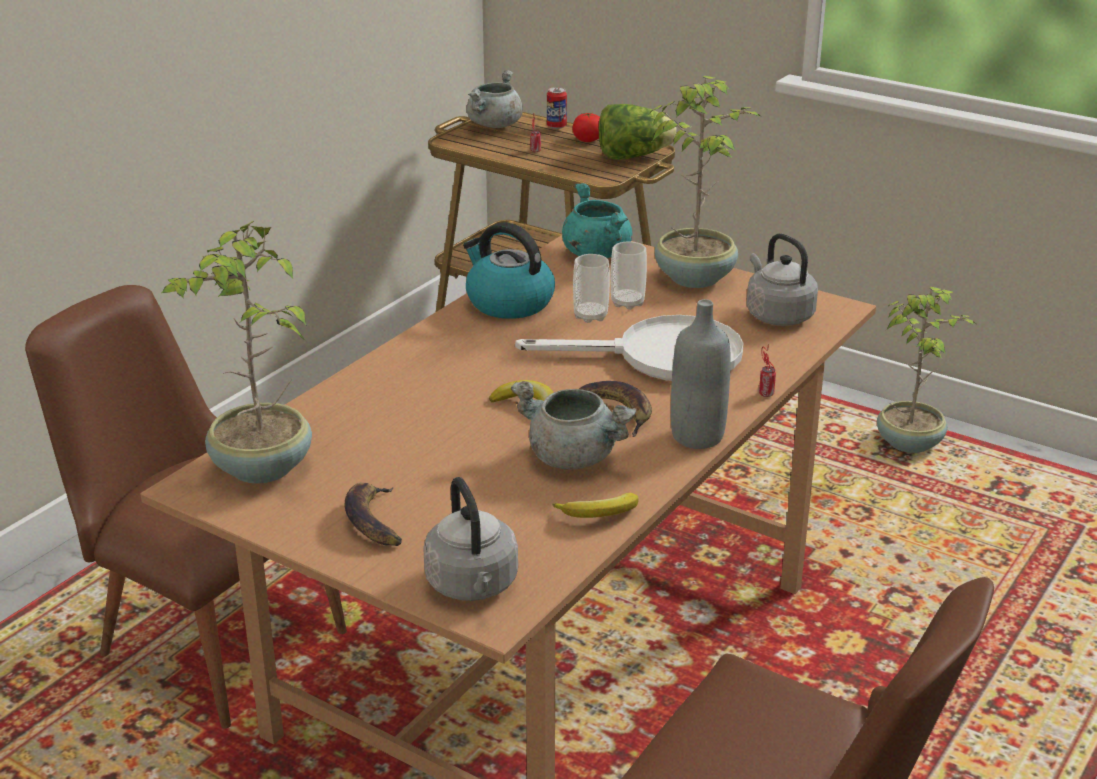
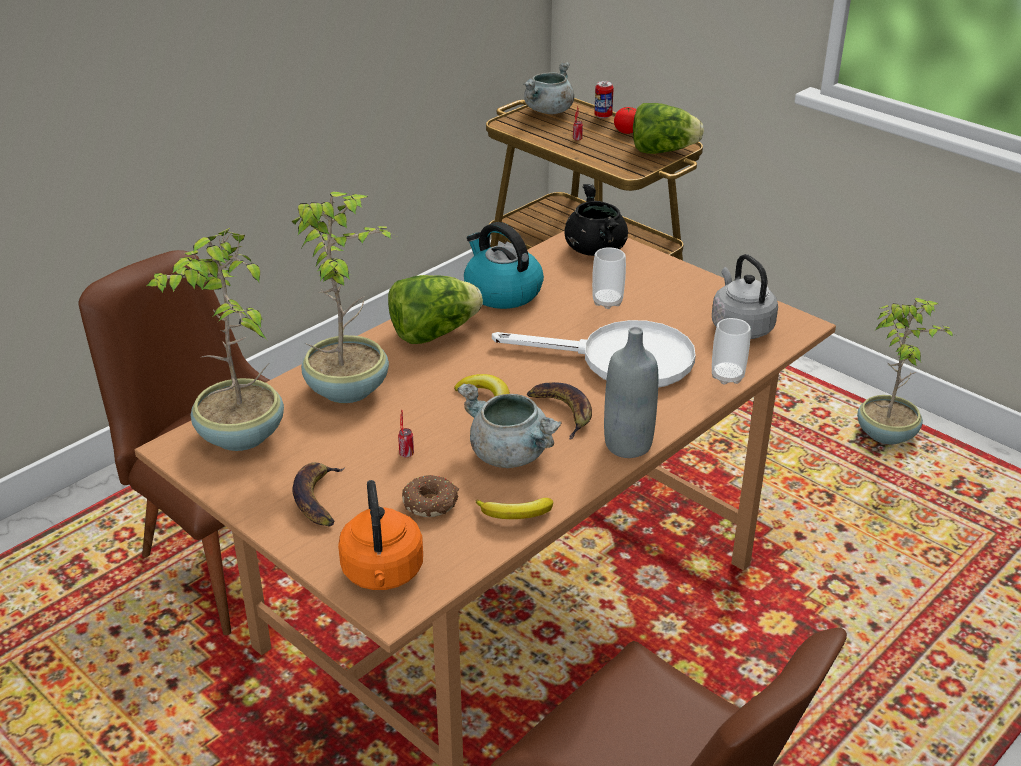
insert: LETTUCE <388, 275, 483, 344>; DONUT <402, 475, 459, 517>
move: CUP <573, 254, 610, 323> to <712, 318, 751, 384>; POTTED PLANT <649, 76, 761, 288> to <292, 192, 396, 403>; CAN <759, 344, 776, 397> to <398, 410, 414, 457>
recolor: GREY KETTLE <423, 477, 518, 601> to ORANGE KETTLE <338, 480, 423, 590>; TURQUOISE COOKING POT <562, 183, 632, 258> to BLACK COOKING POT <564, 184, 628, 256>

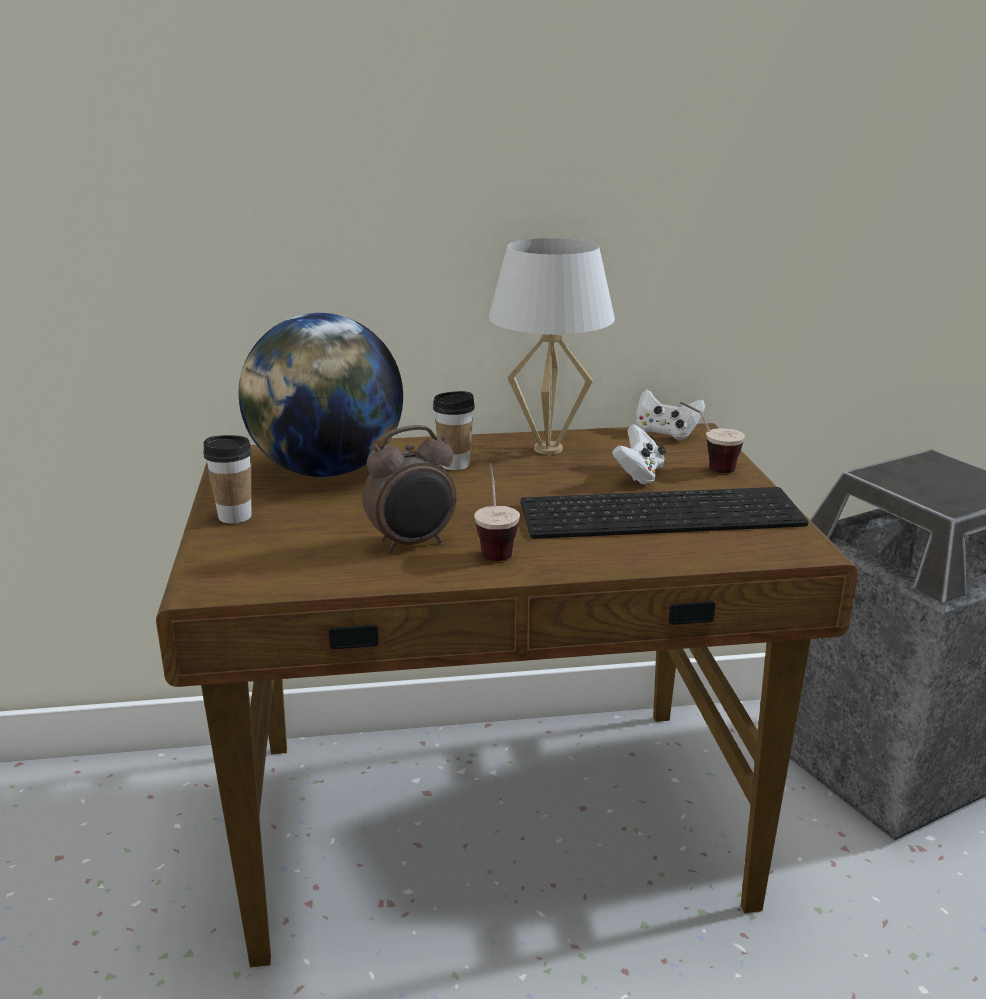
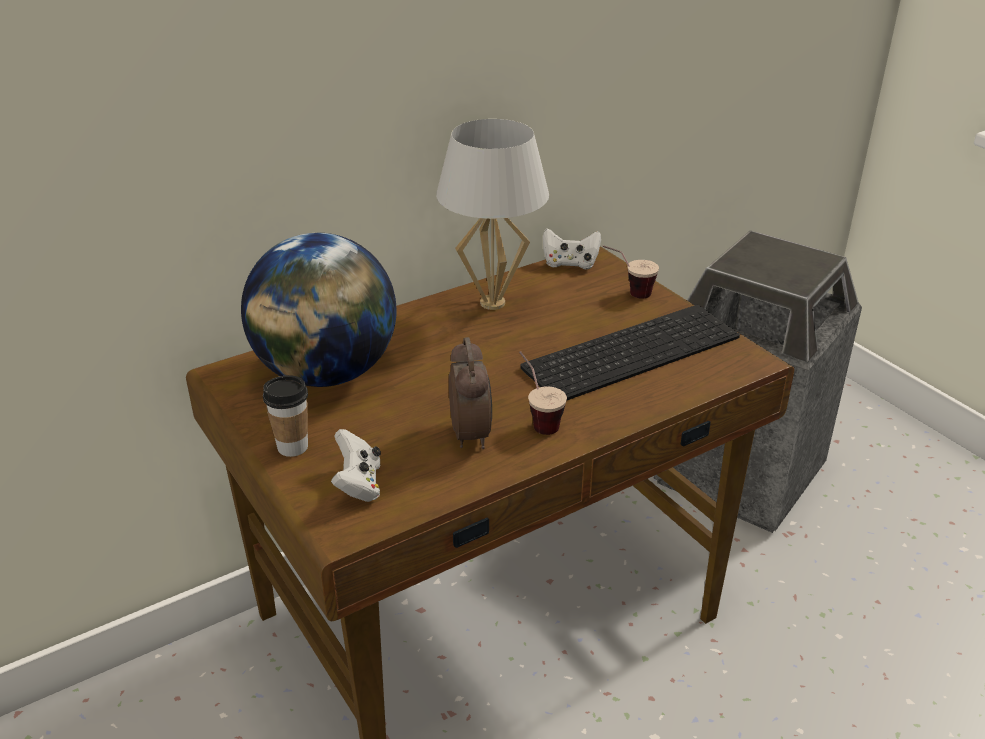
delete: CUP <433, 391, 475, 470>
move: WHITE GAME CONTROLLER <612, 424, 666, 485> to <331, 429, 381, 502>
rotate: ALARM CLOCK <362, 425, 457, 553> = <449, 337, 492, 449> 45 degrees counterclockwise

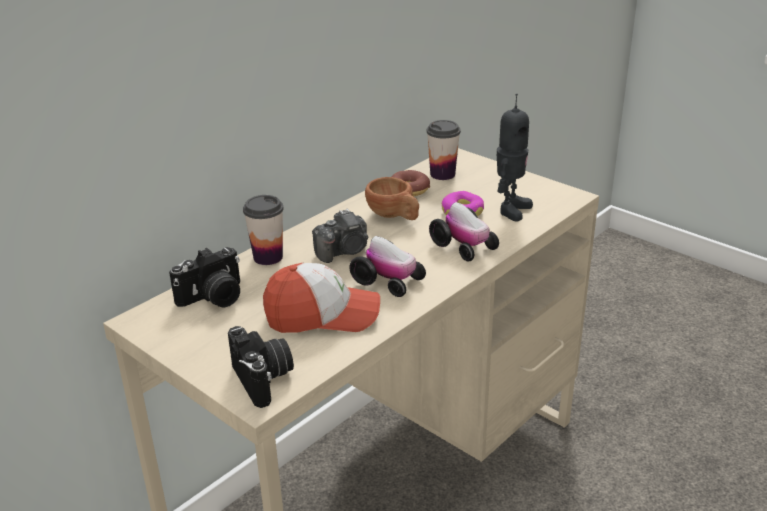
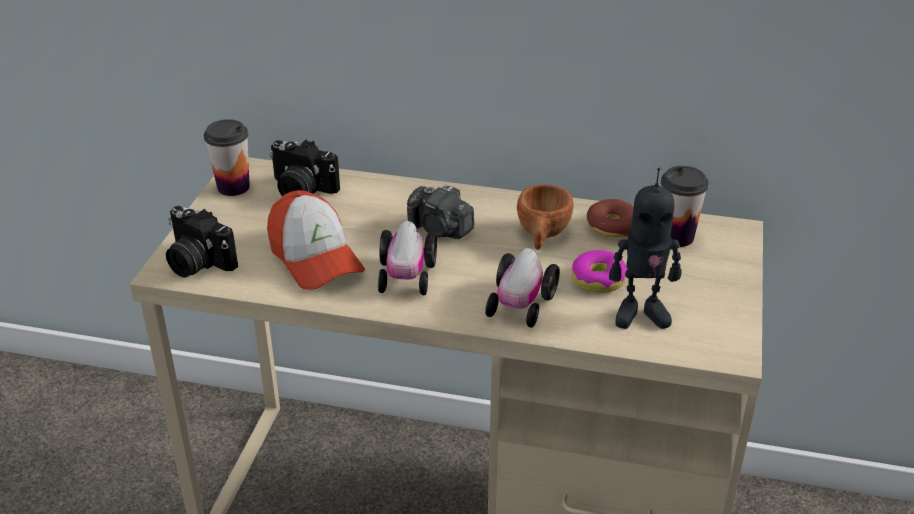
move: CUP <243, 195, 284, 265> to <204, 119, 250, 196>
rotate: PHOTO CAMERA <228, 326, 294, 408> = <166, 206, 238, 278> 90 degrees clockwise

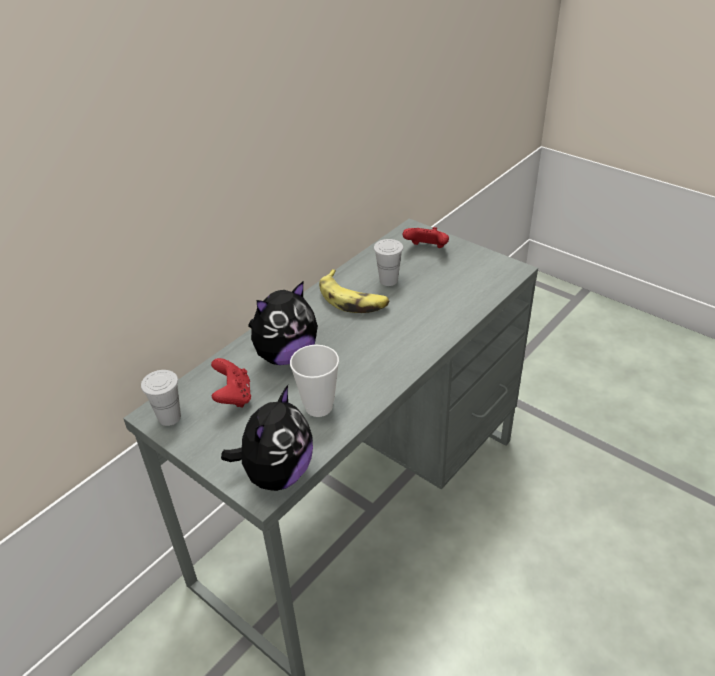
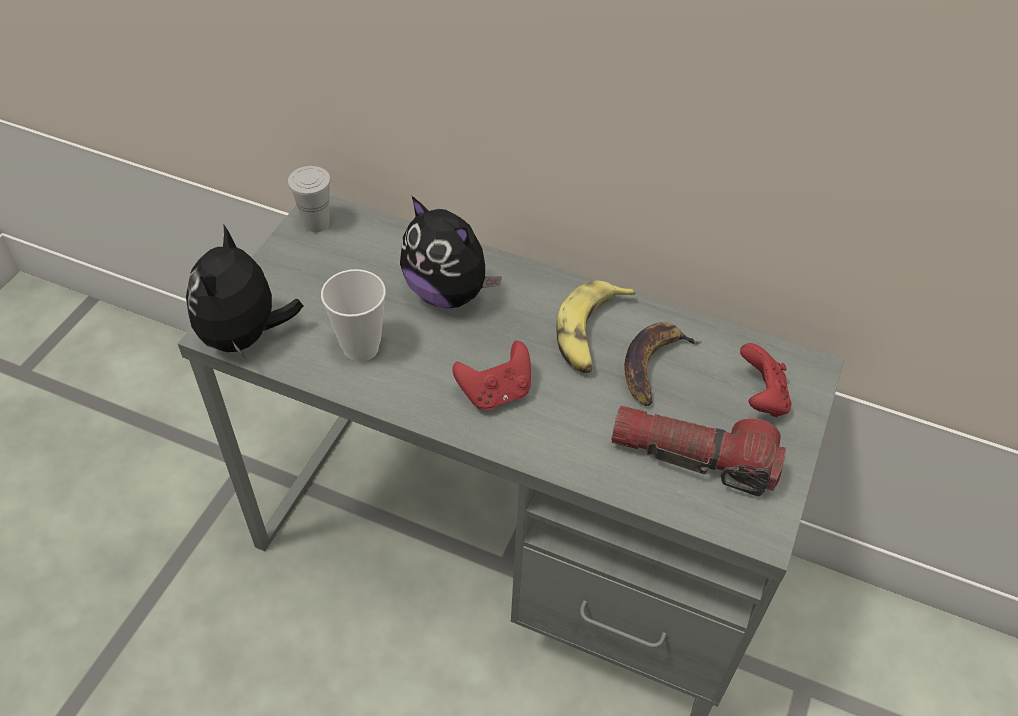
insert: FLASHLIGHT <611, 406, 786, 496>
move: RED GAME CONTROLLER <211, 358, 251, 408> to <452, 341, 531, 410>
replace: WHITE CUP <374, 239, 403, 286> to BANANA <624, 322, 701, 406>
rotate: PLUSH TOY <221, 385, 313, 491> = <186, 224, 304, 359> 90 degrees clockwise

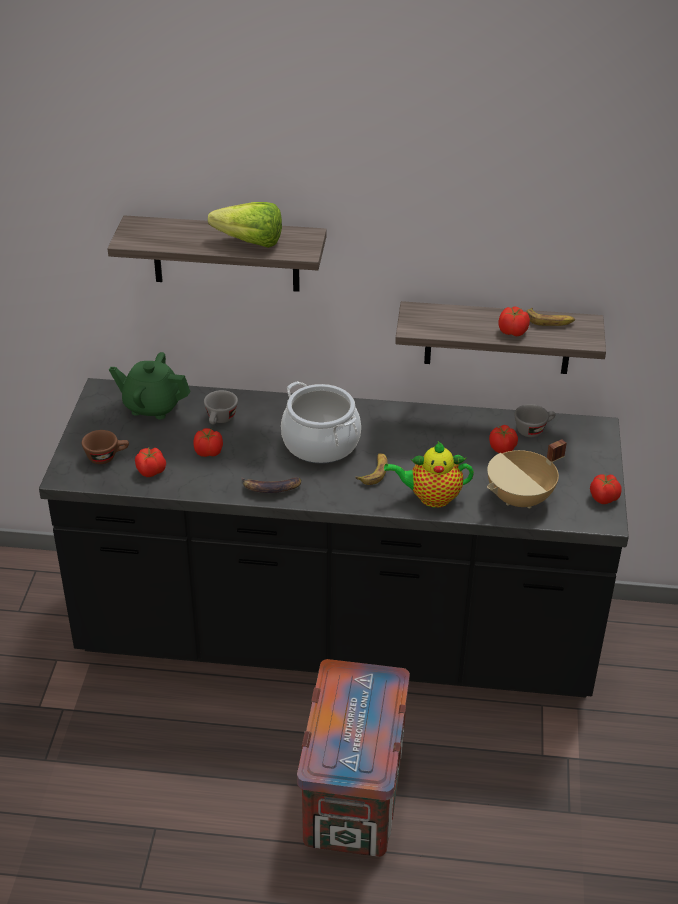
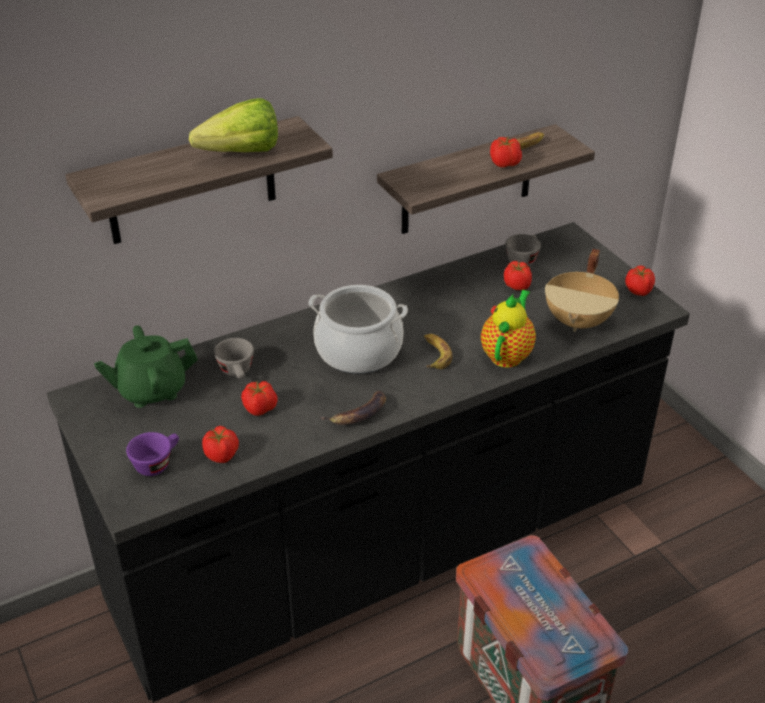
recolor: BROWN CUP <82, 430, 129, 464> to PURPLE CUP <126, 432, 179, 476>
rotate: TEAPOT <384, 442, 474, 508> = <481, 290, 536, 368> 150 degrees clockwise

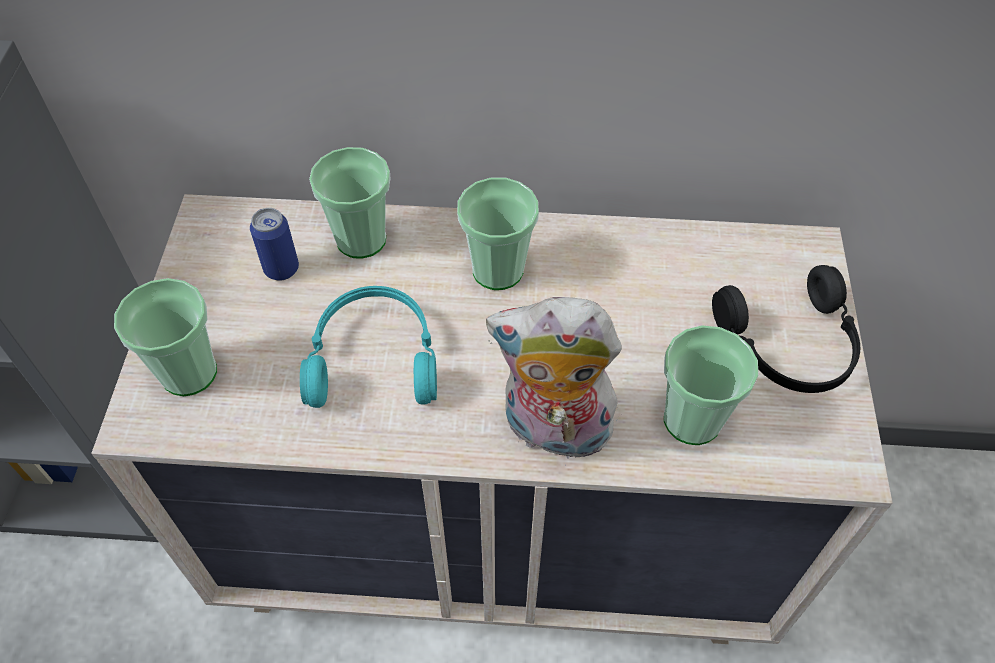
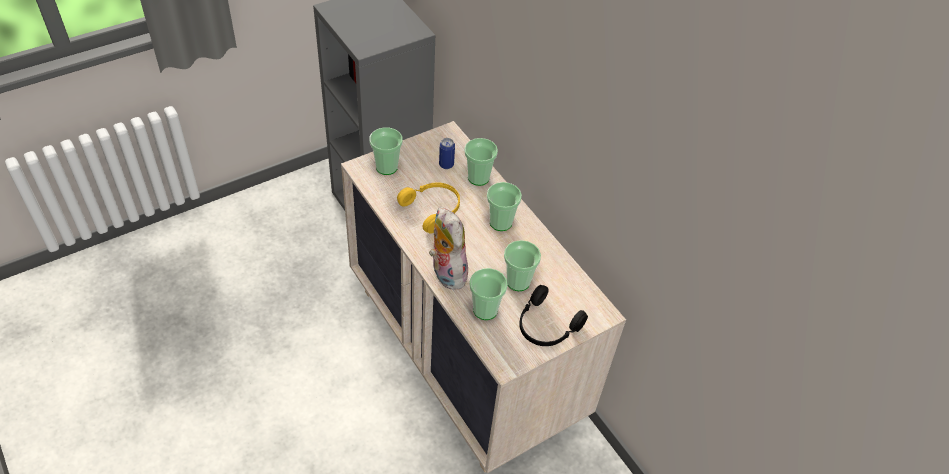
insert: CUP <504, 240, 541, 291>
recolor: TURQUOISE HEADPHONES <300, 286, 437, 408> to YELLOW HEADPHONES <397, 183, 460, 234>

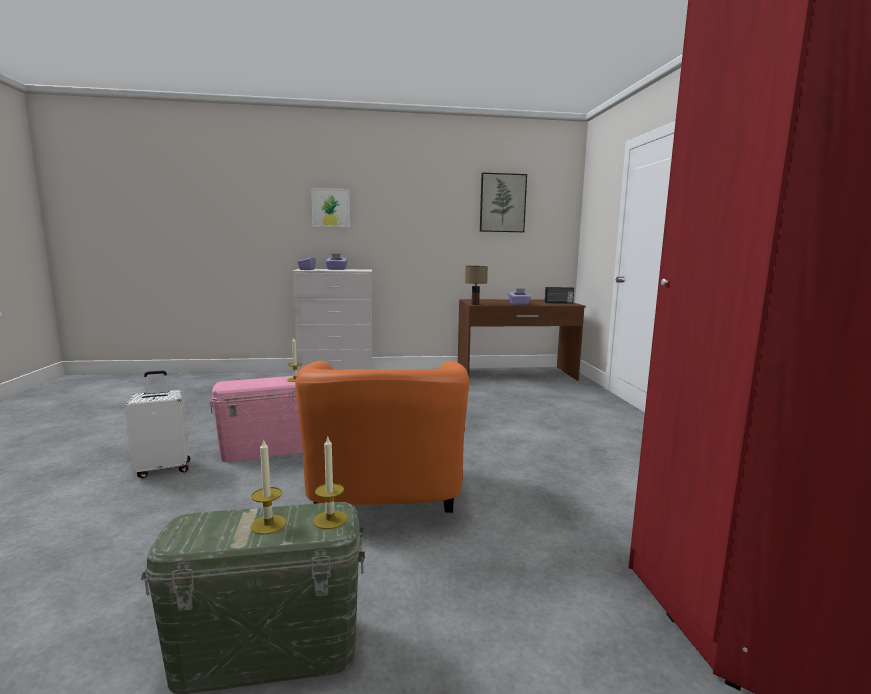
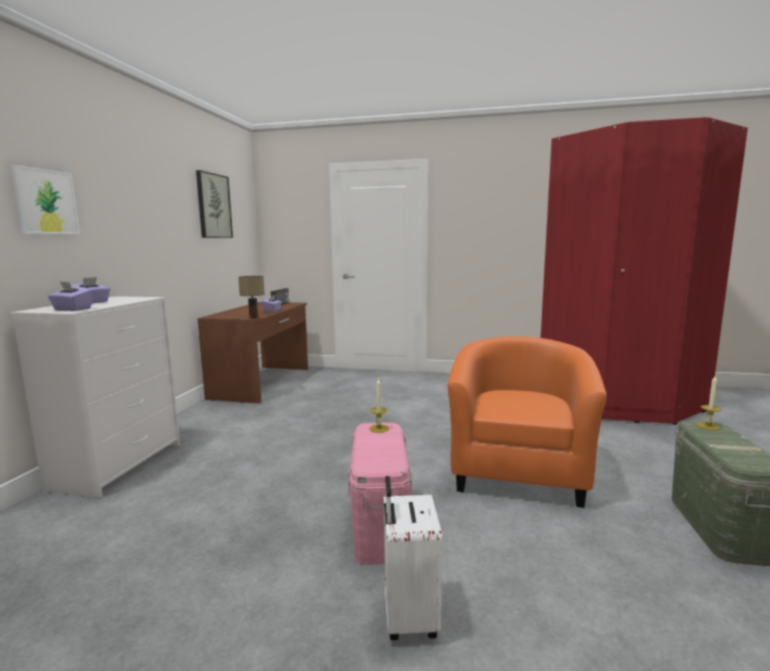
delete: CANDLE <250, 438, 286, 535>
rotate: ORANGE ARMCHAIR <295, 361, 469, 513> = <447, 336, 607, 508> 90 degrees counterclockwise

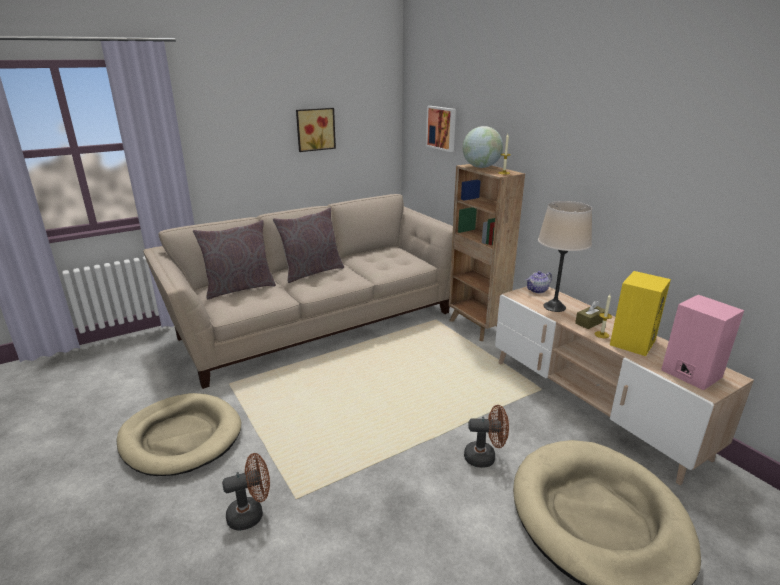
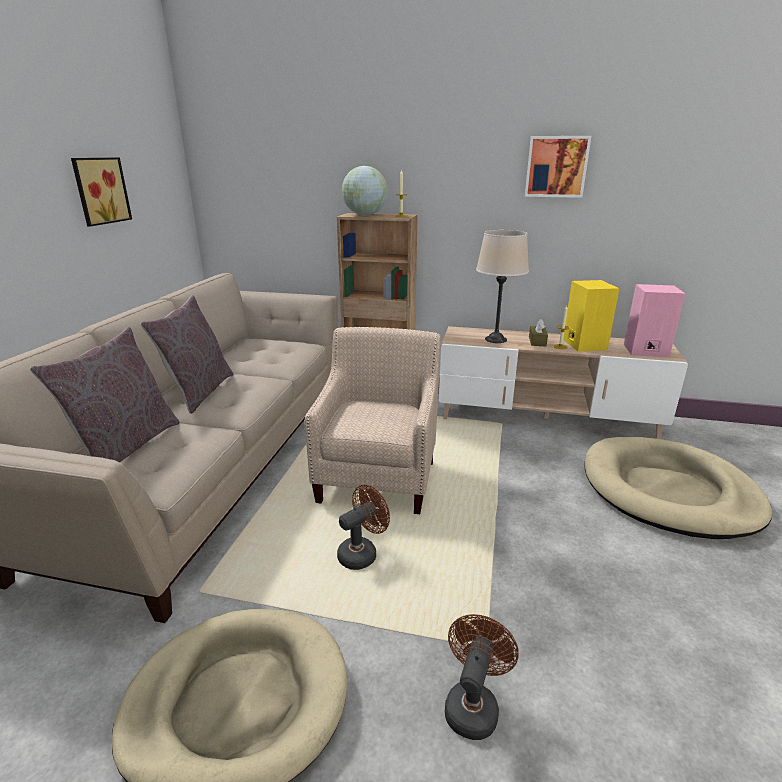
delete: TEAPOT <526, 271, 552, 293>
insert: BEIGE ARMCHAIR <305, 327, 441, 514>
move: PICTURE <426, 106, 456, 152> to <525, 136, 591, 198>; BROWN FAN <464, 405, 509, 468> to <337, 484, 390, 570>

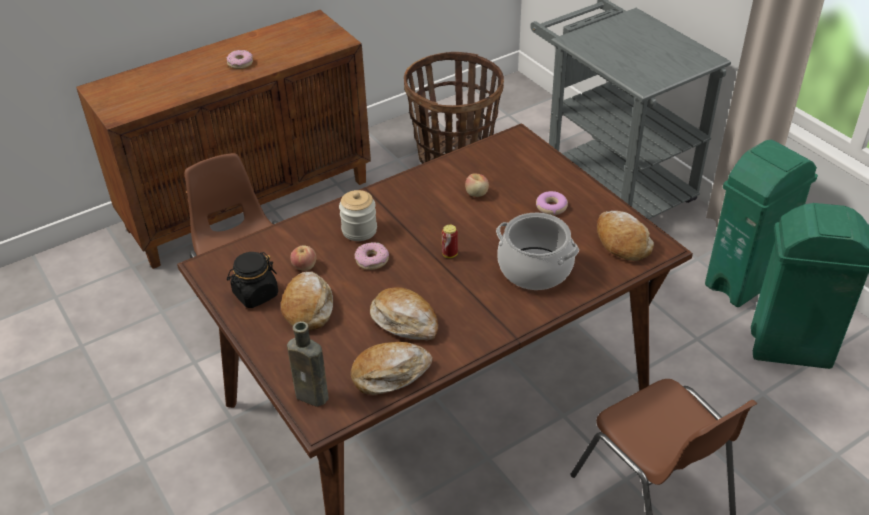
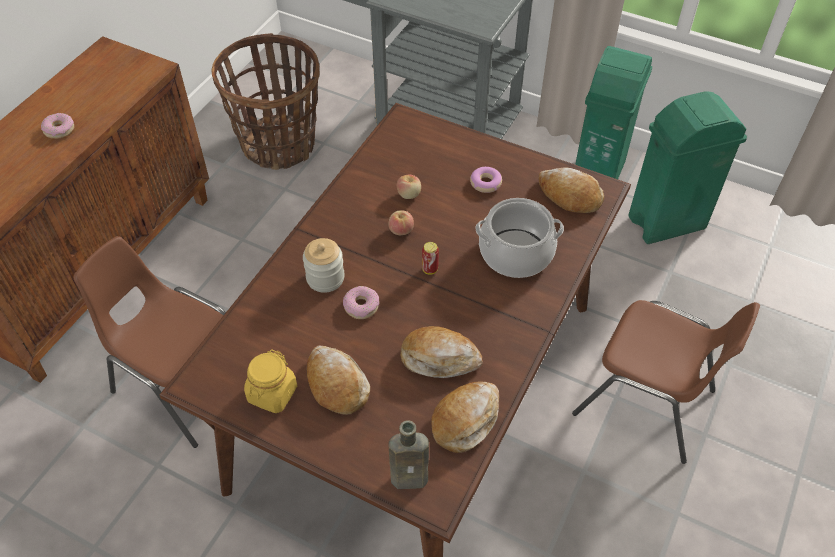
move: APPLE <290, 245, 316, 271> to <388, 210, 414, 235>
recolor: BLACK JAR <227, 252, 278, 308> to YELLOW JAR <244, 350, 297, 413>

